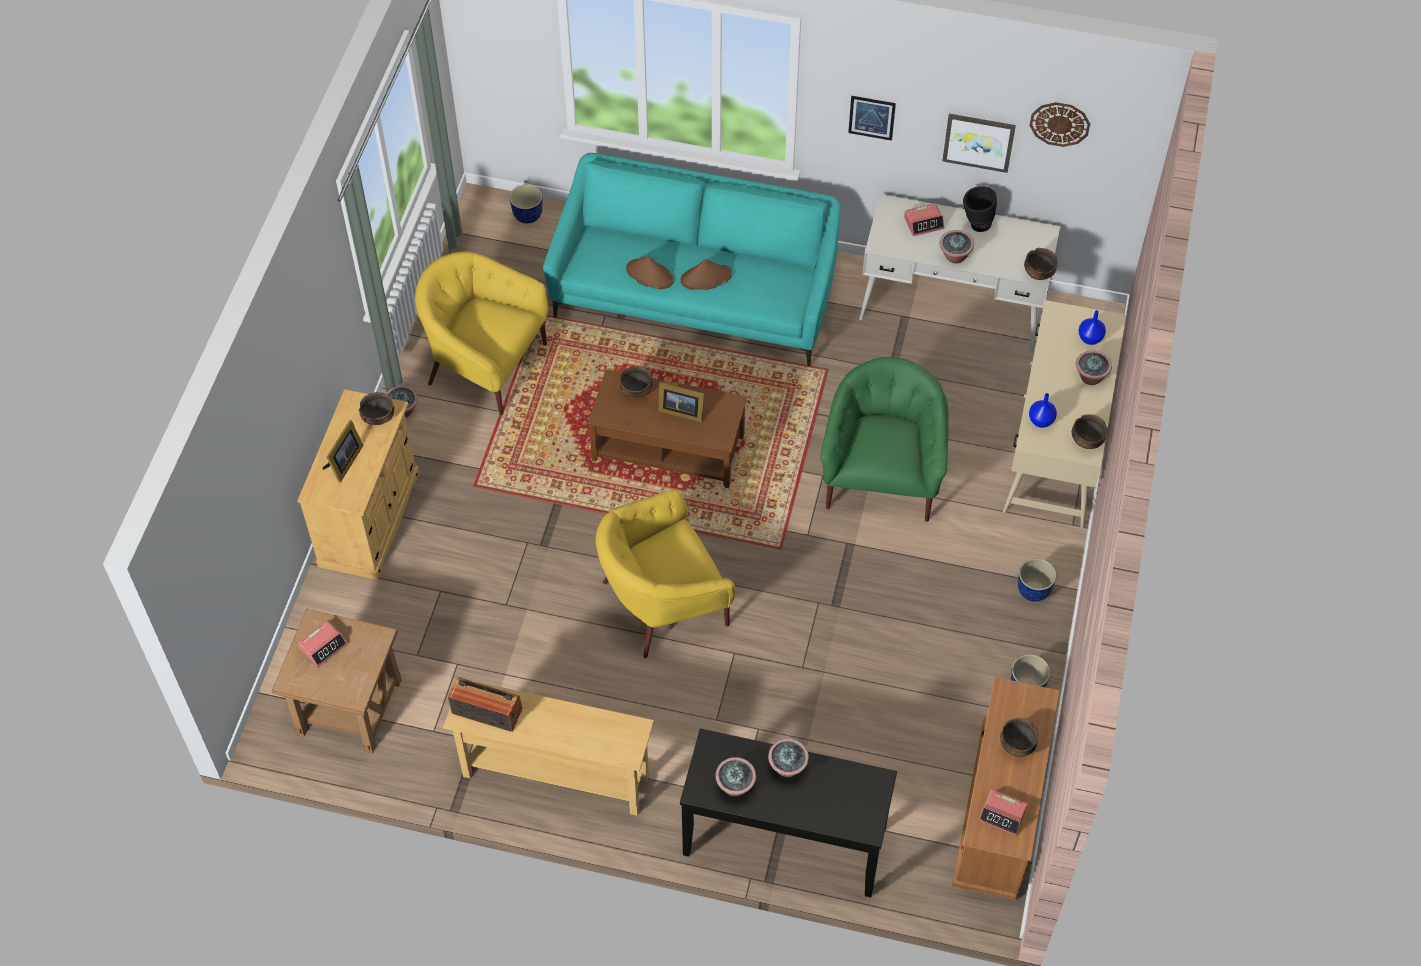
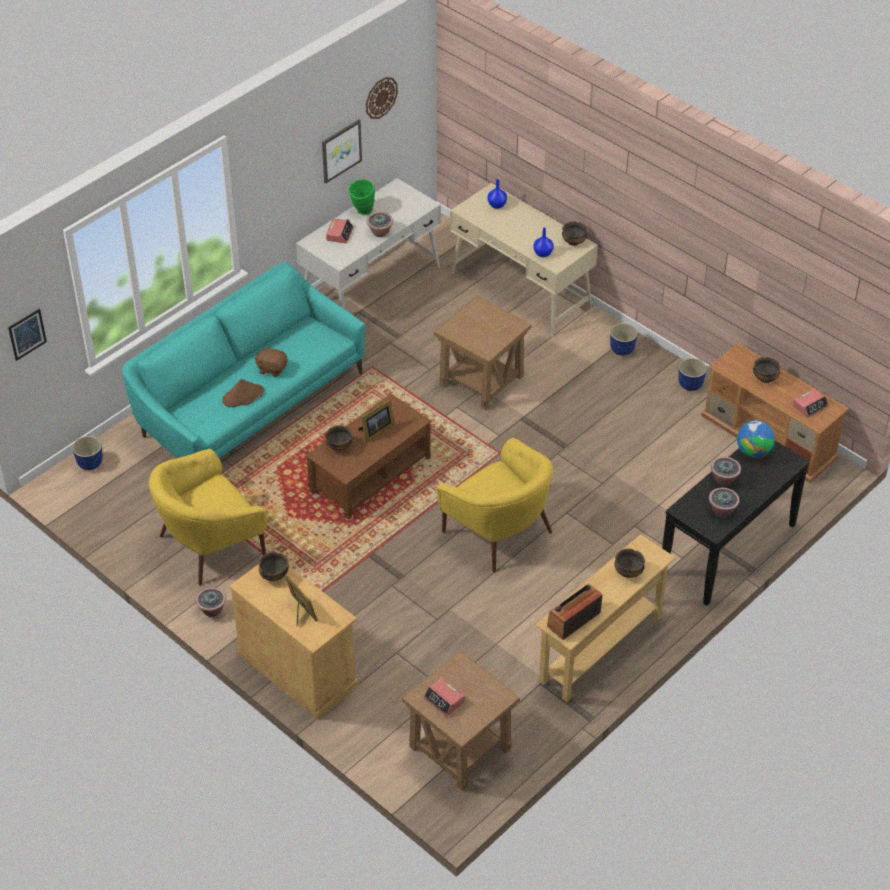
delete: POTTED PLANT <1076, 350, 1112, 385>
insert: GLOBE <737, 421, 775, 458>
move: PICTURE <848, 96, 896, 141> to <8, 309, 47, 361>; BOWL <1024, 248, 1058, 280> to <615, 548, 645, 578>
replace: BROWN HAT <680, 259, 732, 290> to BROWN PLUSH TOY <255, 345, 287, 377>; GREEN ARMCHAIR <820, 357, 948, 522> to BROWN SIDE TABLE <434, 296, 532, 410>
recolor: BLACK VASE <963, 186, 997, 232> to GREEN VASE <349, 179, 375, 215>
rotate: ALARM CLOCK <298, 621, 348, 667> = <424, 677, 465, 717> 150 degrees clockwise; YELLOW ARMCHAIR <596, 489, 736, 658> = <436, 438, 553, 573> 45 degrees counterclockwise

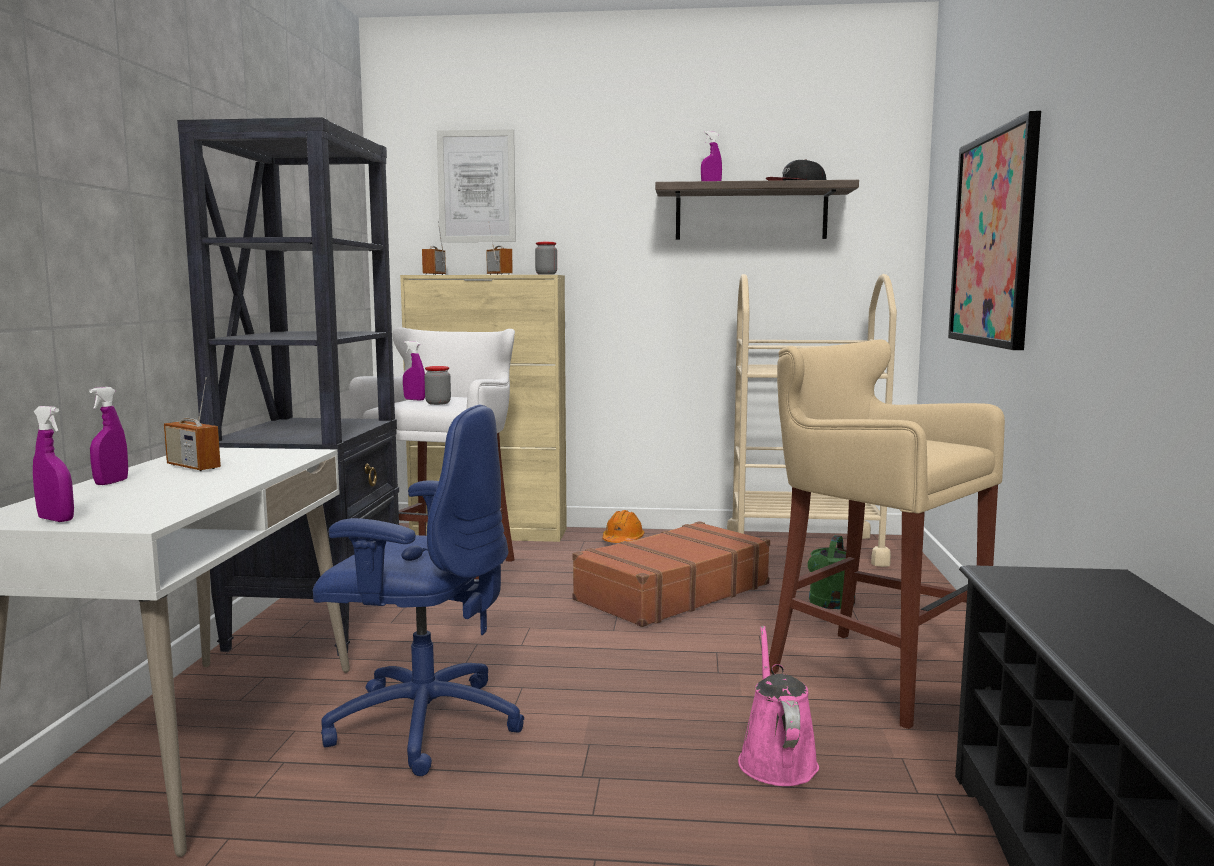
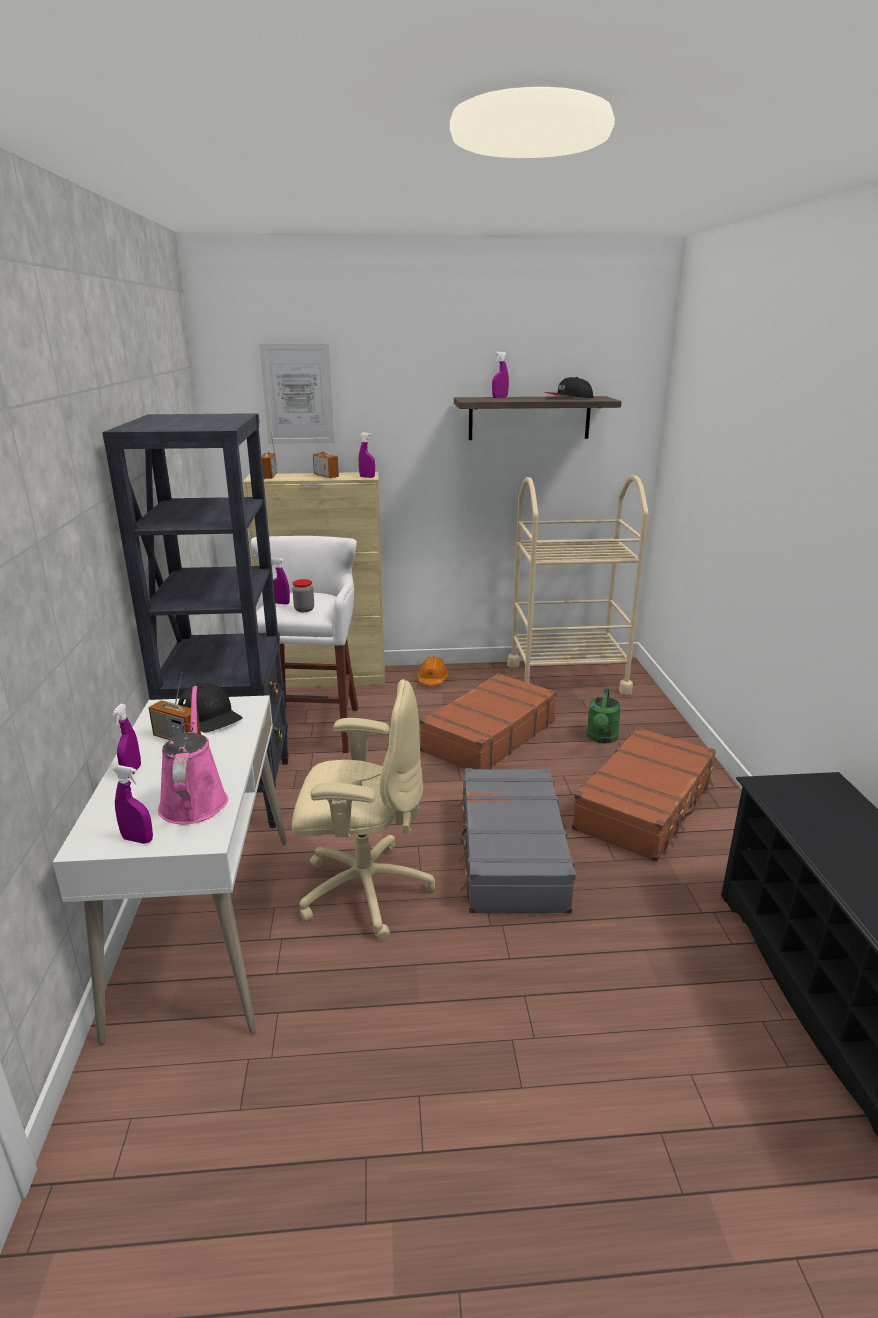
delete: PICTURE <948, 111, 1041, 350>
insert: BLACK CAP <178, 683, 243, 733>; GREY SUITCASE <457, 768, 576, 913>
move: PINK WATERING CAN <738, 626, 819, 786> to <158, 686, 228, 825>
replace: JAR <535, 242, 557, 275> to PURPLE SPRAY BOTTLE <358, 433, 375, 478>; BEIGE STOOL <769, 340, 1005, 729> to BROWN SUITCASE <572, 727, 716, 862>
recolor: BLUE OFFICE CHAIR <313, 405, 524, 776> to BEIGE OFFICE CHAIR <292, 679, 435, 940>

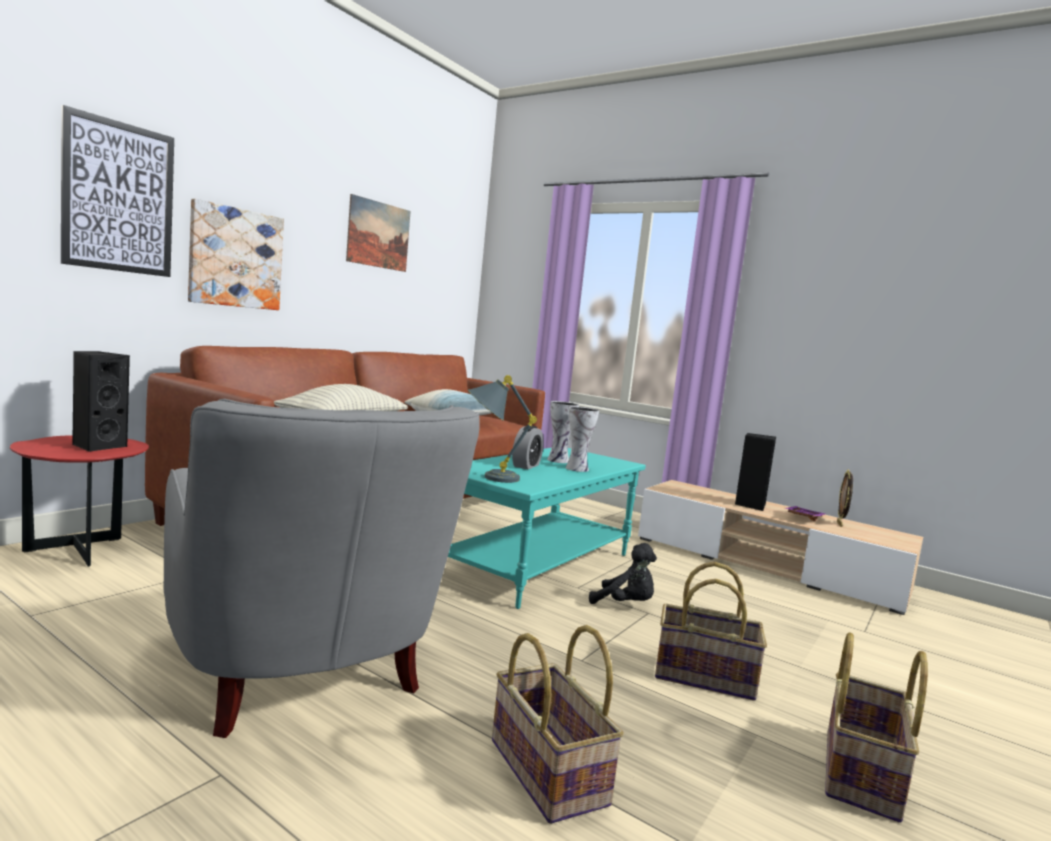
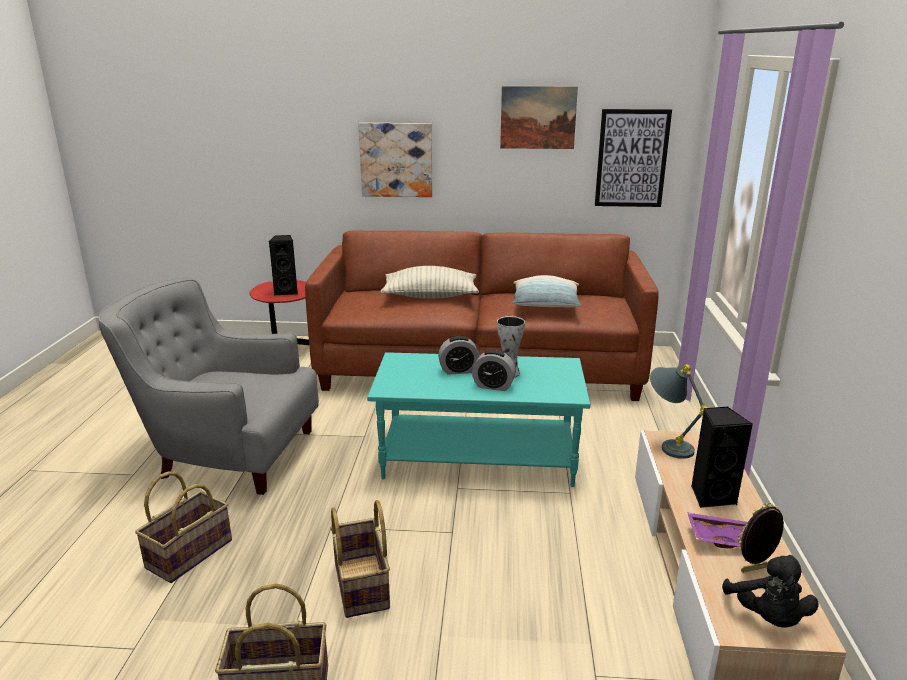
move: PICTURE <61, 105, 174, 277> to <595, 109, 672, 207>; GREY TABLE LAMP <468, 375, 537, 483> to <650, 364, 708, 459>; BLACK PLUSH TOY <589, 543, 657, 604> to <722, 555, 819, 627>
replace: VASE <565, 406, 599, 472> to ALARM CLOCK <472, 350, 516, 391>
rotate: GREY ARMCHAIR <164, 399, 480, 738> = <98, 277, 319, 495> 75 degrees clockwise

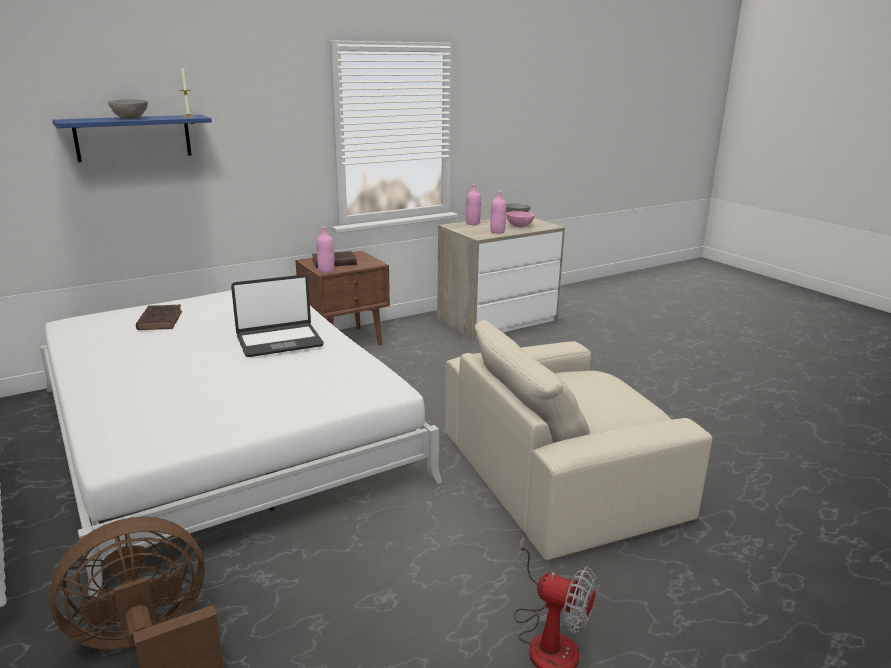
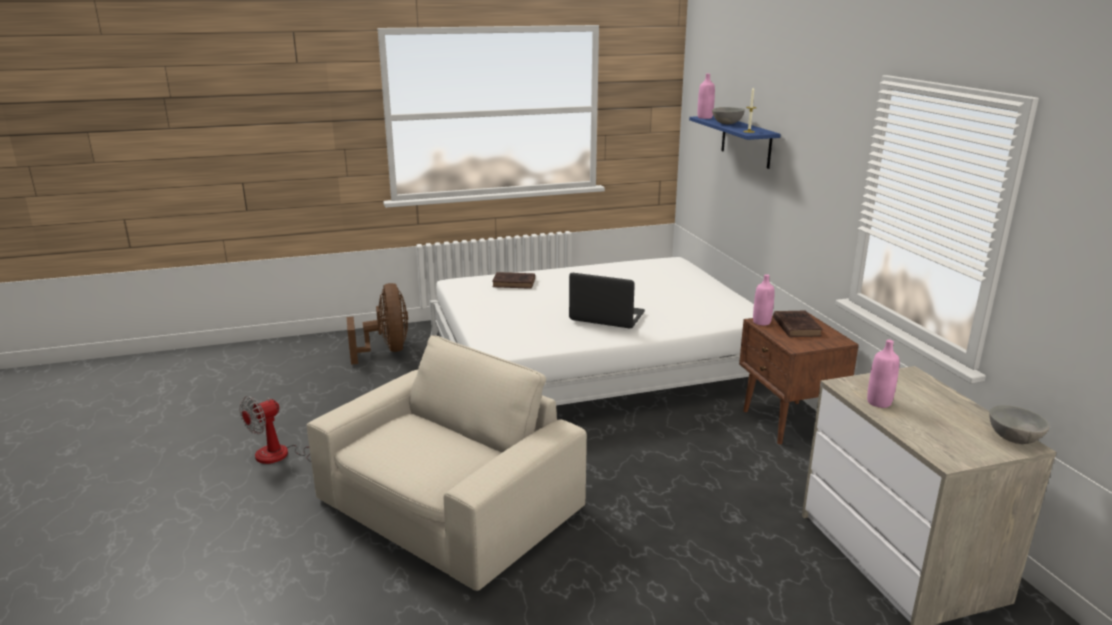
delete: PINK BOWL <506, 211, 535, 227>
move: BROWN BOOK <136, 305, 182, 330> to <492, 272, 535, 289>; PINK BOTTLE <466, 184, 481, 225> to <698, 73, 715, 119>
rotate: LAPTOP <231, 275, 324, 357> = <569, 273, 645, 328> 120 degrees clockwise; BEIGE ARMCHAIR <445, 320, 712, 560> = <307, 335, 587, 591> 45 degrees clockwise

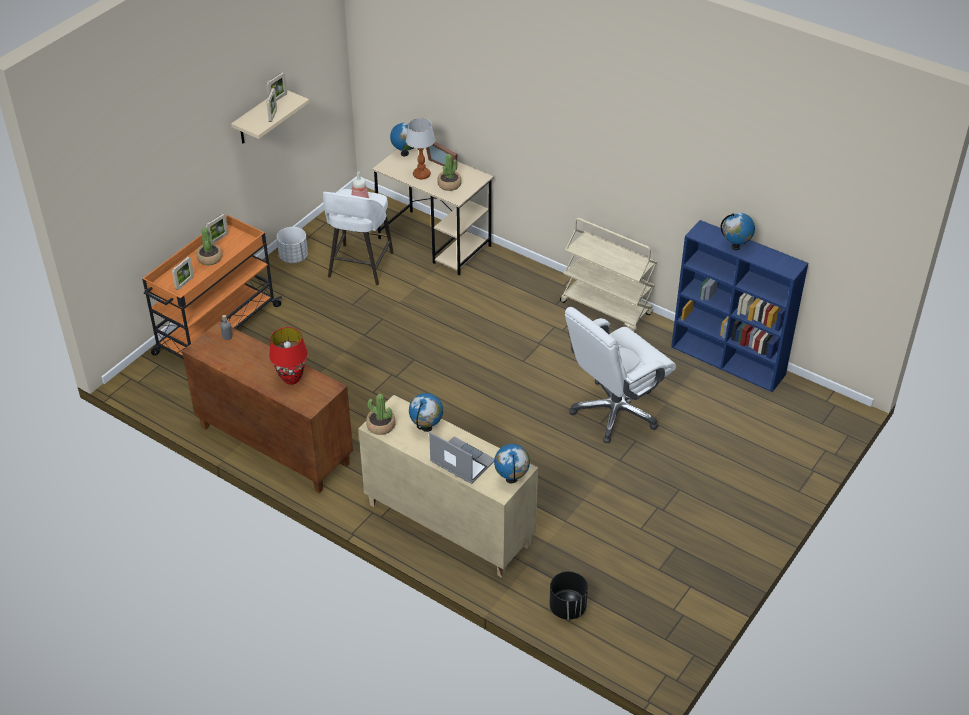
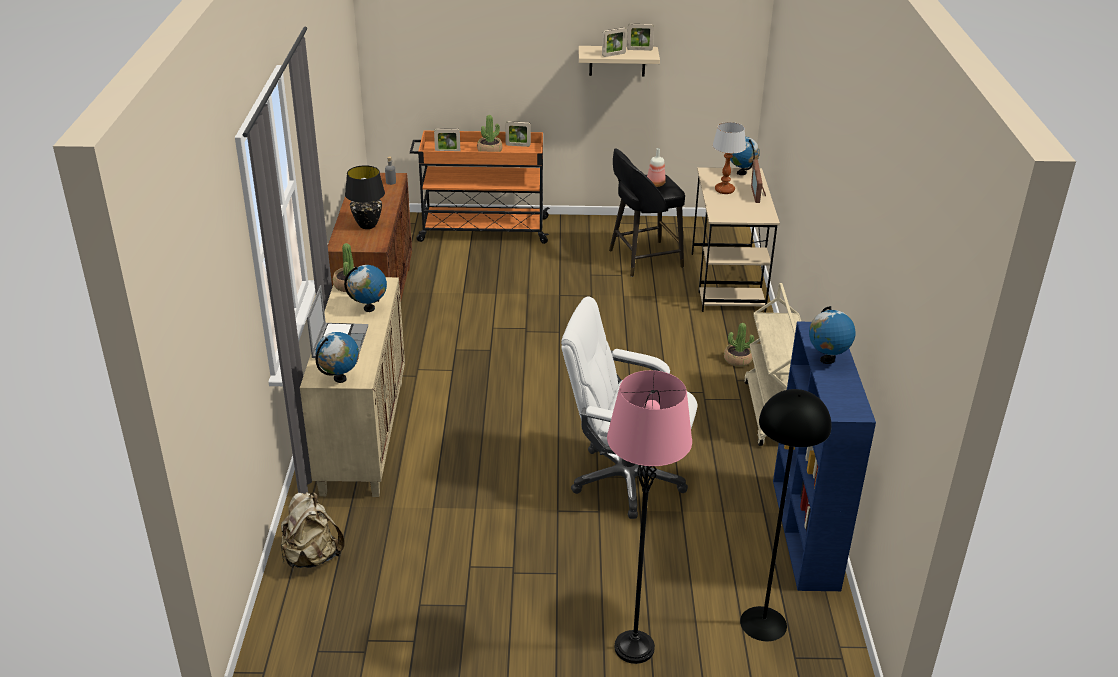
delete: WHITE PLANTER <277, 227, 308, 263>
insert: PINK FLOOR LAMP <607, 370, 692, 664>; BLACK FLOOR LAMP <740, 389, 831, 641>
move: POTTED PLANT <437, 154, 462, 191> to <724, 323, 754, 367>
replace: BLACK PLANTER <549, 571, 588, 620> to BEIGE BACKPACK <281, 492, 345, 568>
recolor: RED TABLE LAMP <269, 327, 308, 385> to BLACK TABLE LAMP <345, 165, 385, 229>; WHITE STOOL <323, 189, 394, 285> to BLACK STOOL <609, 148, 685, 277>

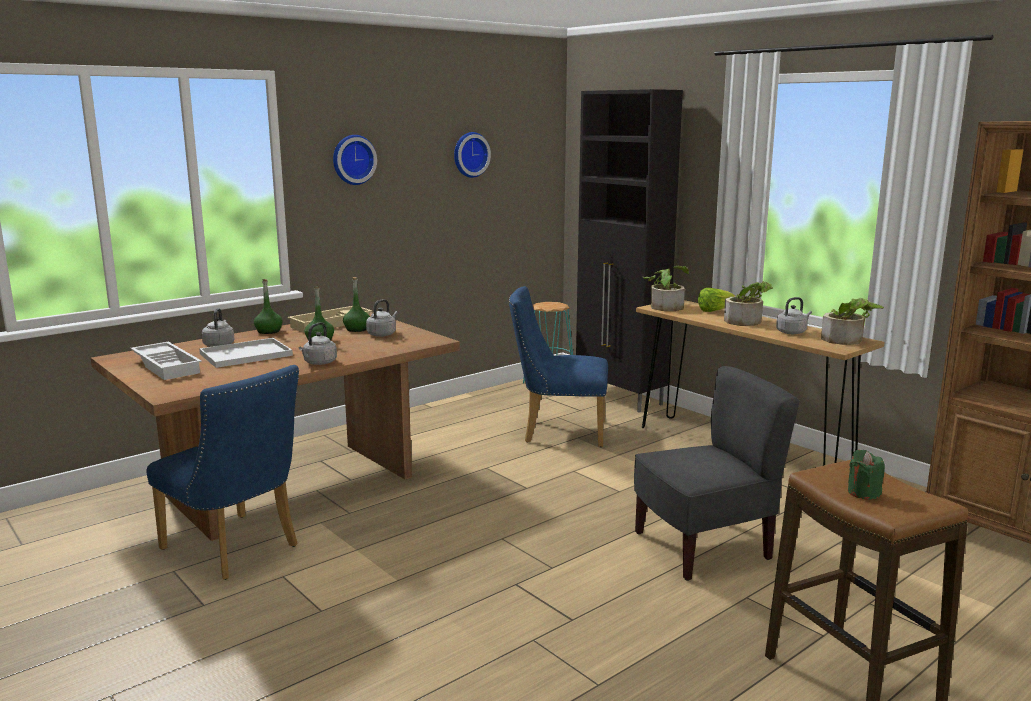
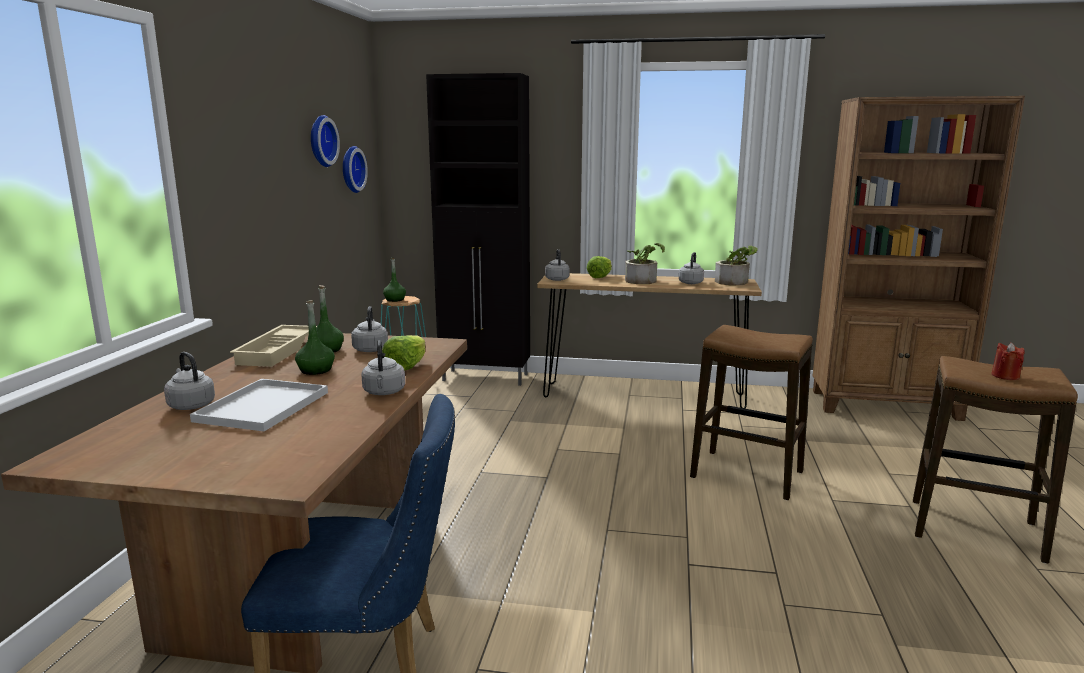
delete: WHITE TRAY <131, 342, 202, 380>; BLUE CHAIR <509, 286, 608, 447>
insert: LETTUCE <382, 335, 425, 371>
move: GREEN BOTTLE <254, 279, 283, 334> to <383, 258, 406, 302>; WALL CLOCK <333, 135, 377, 185> to <343, 146, 368, 193>
replace: GREY CHAIR <634, 366, 800, 581> to STOOL <690, 325, 813, 500>; POTTED PLANT <643, 266, 689, 311> to GREY KETTLE <545, 249, 569, 281>
recolor: GREEN CANDLE <848, 450, 885, 500> to RED CANDLE <991, 342, 1025, 380>

